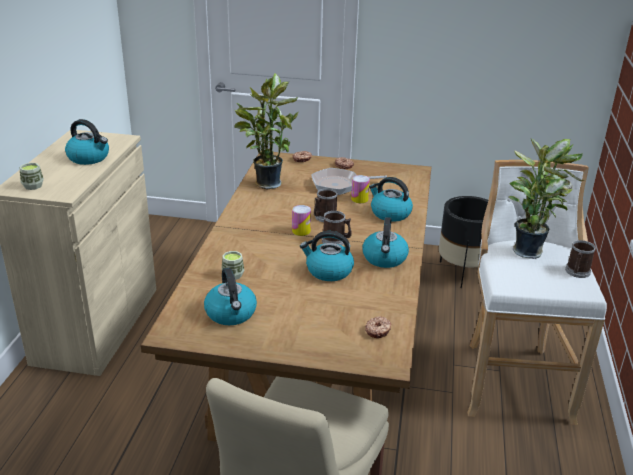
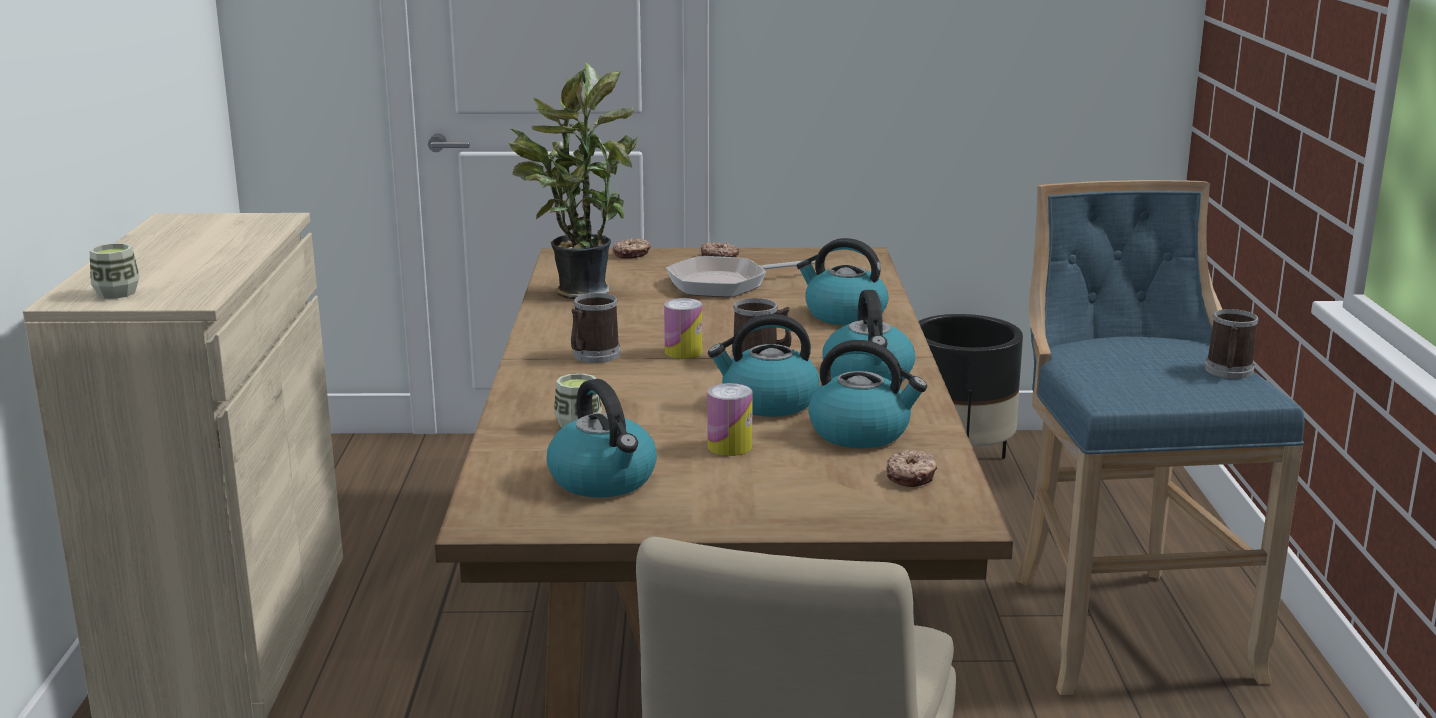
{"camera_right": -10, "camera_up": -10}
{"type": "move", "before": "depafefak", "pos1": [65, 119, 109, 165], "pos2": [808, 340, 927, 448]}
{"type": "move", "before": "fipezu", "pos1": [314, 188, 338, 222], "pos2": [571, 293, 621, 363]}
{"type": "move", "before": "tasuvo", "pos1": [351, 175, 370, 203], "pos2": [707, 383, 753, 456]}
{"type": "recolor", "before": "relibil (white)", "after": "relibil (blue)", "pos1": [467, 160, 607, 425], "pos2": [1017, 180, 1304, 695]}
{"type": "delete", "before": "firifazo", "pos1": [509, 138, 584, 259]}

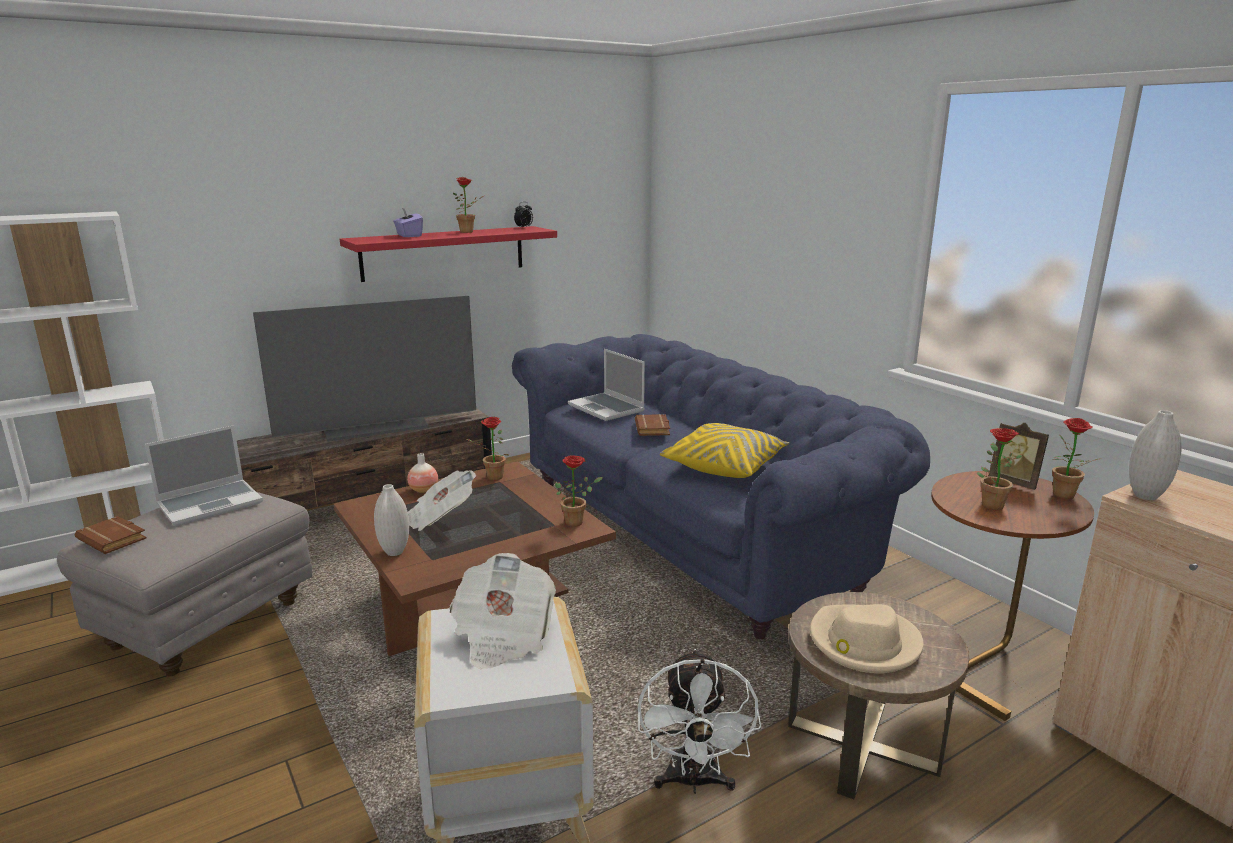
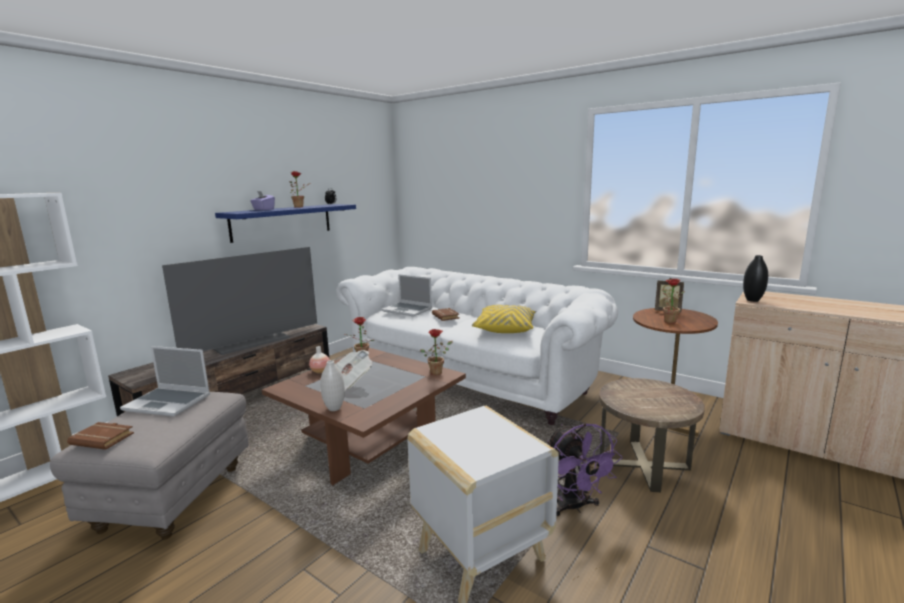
{"camera_right": -20, "camera_up": -5}
{"type": "rotate", "before": "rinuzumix", "pos1": [145, 425, 263, 526], "pos2": [120, 346, 210, 417], "turn": 75}
{"type": "recolor", "before": "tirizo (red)", "after": "tirizo (blue)", "pos1": [340, 226, 557, 282], "pos2": [215, 204, 356, 243]}
{"type": "delete", "before": "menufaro", "pos1": [450, 553, 556, 669]}
{"type": "recolor", "before": "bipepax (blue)", "after": "bipepax (white)", "pos1": [512, 334, 930, 639], "pos2": [336, 267, 618, 425]}
{"type": "recolor", "before": "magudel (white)", "after": "magudel (purple)", "pos1": [638, 649, 761, 794], "pos2": [547, 423, 623, 516]}
{"type": "delete", "before": "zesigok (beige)", "pos1": [810, 604, 924, 673]}
{"type": "delete", "before": "firifazo", "pos1": [1052, 418, 1098, 499]}
{"type": "recolor", "before": "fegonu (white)", "after": "fegonu (black)", "pos1": [1129, 410, 1182, 500], "pos2": [743, 255, 768, 302]}

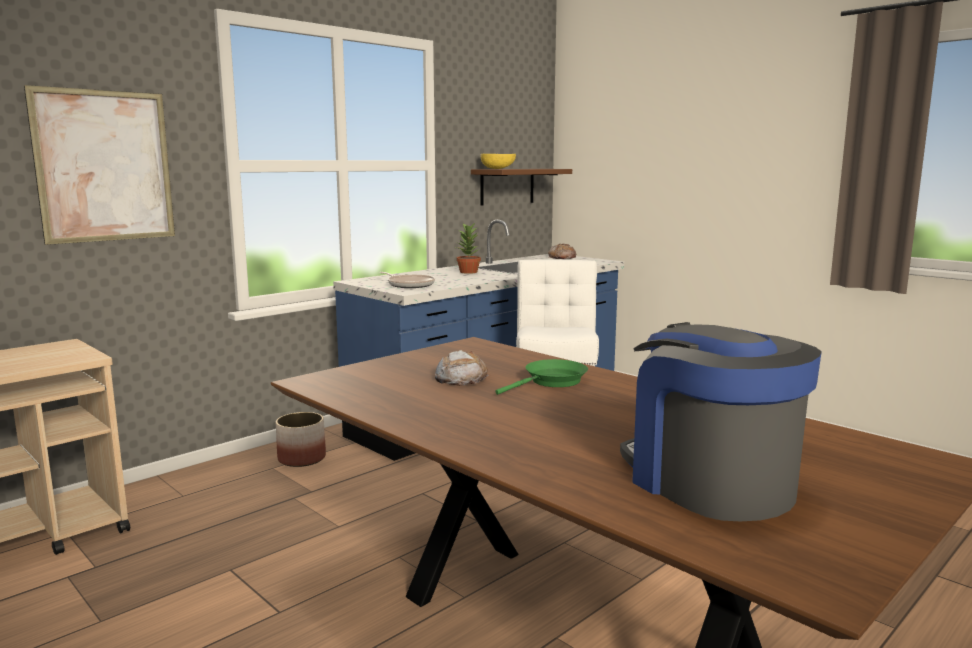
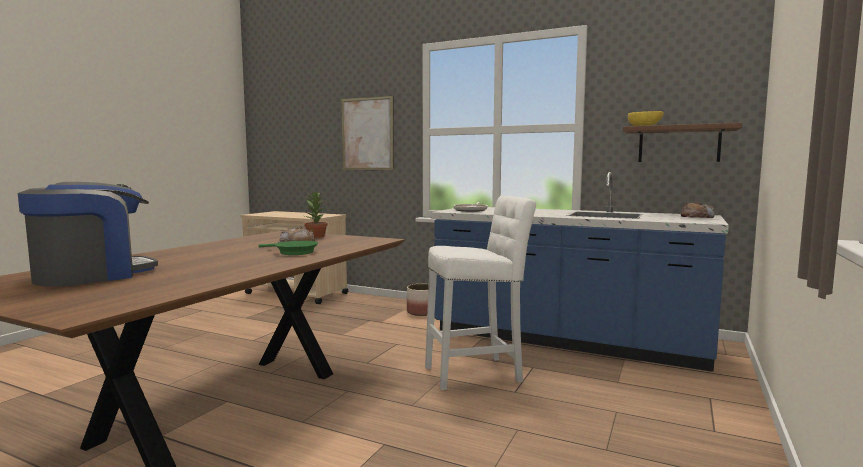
{"camera_right": 70, "camera_up": -5}
{"type": "move", "before": "firifazo", "pos1": [456, 222, 481, 274], "pos2": [304, 191, 327, 238]}

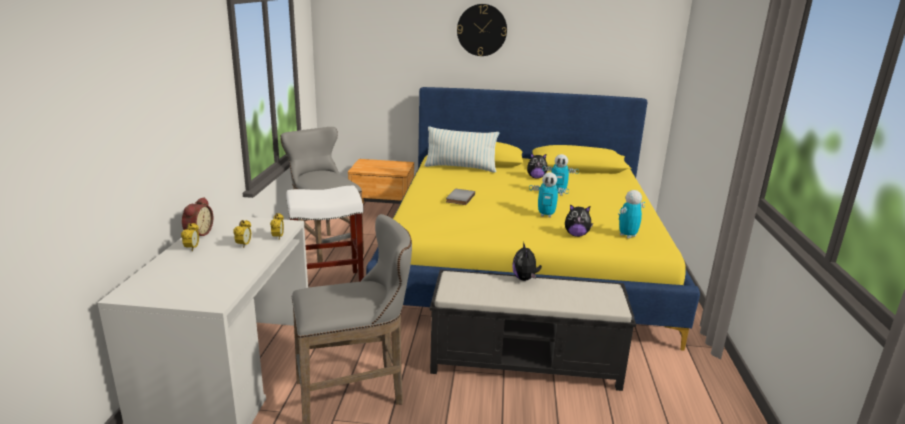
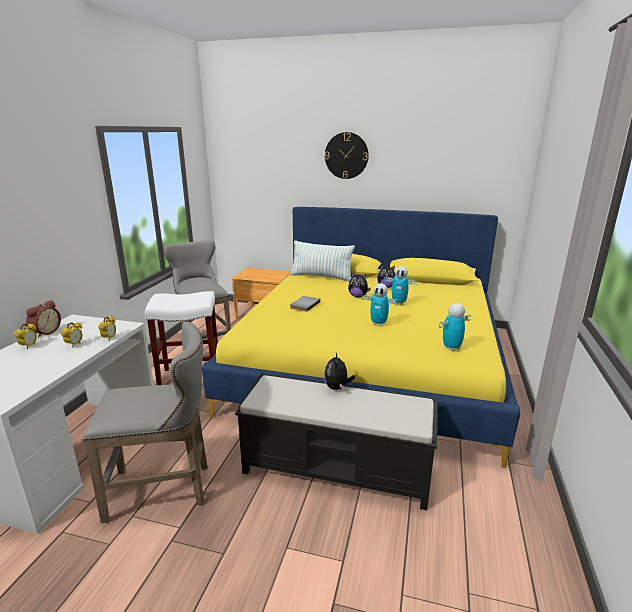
{"camera_right": 10, "camera_up": 0}
{"type": "move", "before": "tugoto", "pos1": [565, 204, 593, 237], "pos2": [348, 273, 371, 298]}

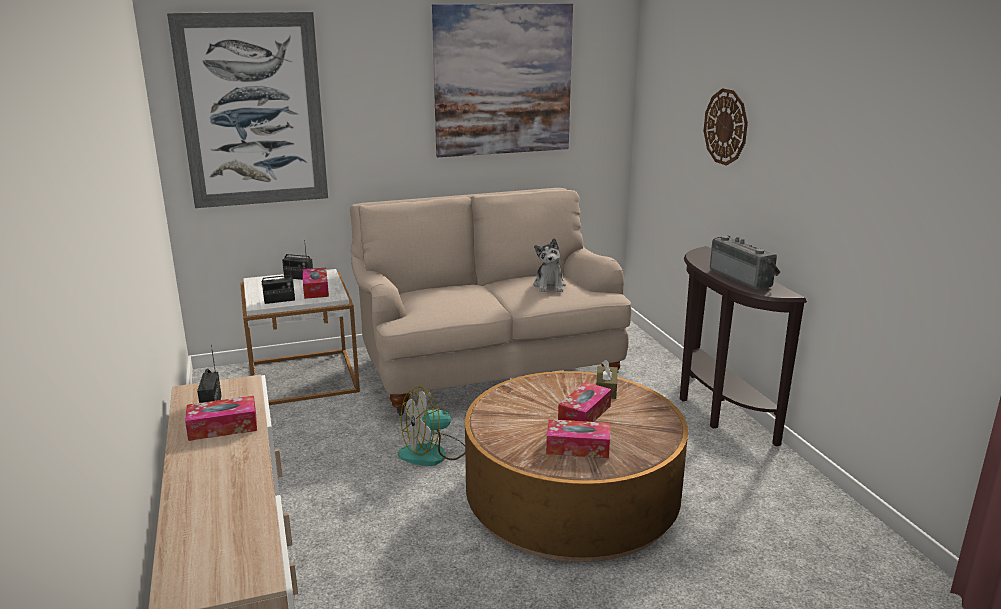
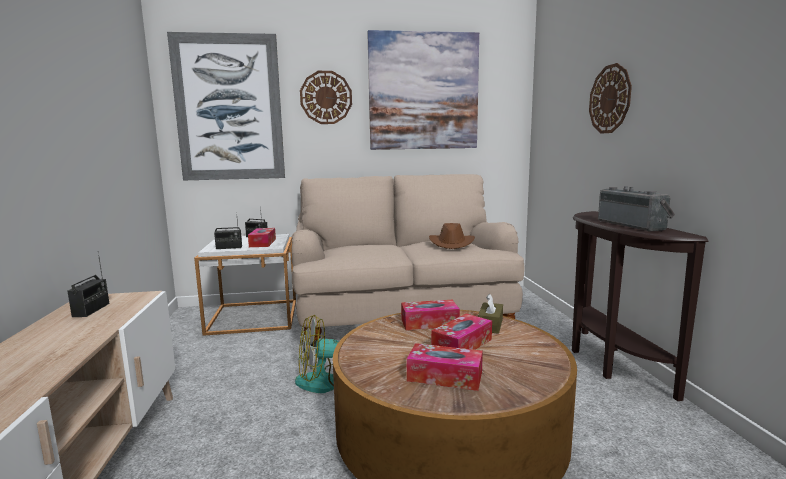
{"camera_right": 10, "camera_up": -10}
{"type": "move", "before": "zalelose", "pos1": [185, 396, 257, 441], "pos2": [401, 300, 460, 330]}
{"type": "replace", "before": "tugoto", "after": "zesigok (brown)", "pos1": [534, 238, 566, 292], "pos2": [429, 223, 475, 249]}
{"type": "insert", "after": "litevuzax", "pos2": [300, 71, 352, 124]}

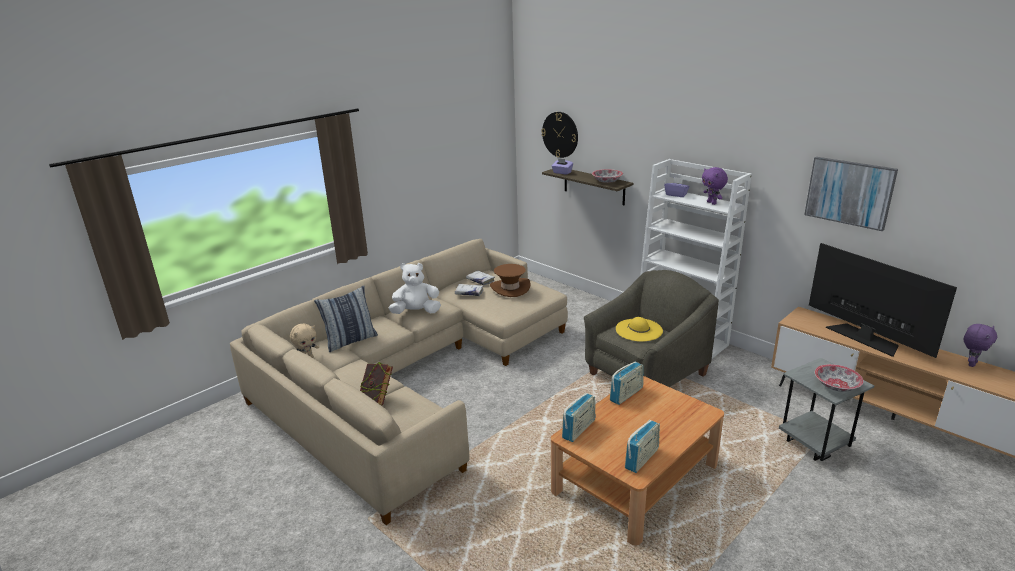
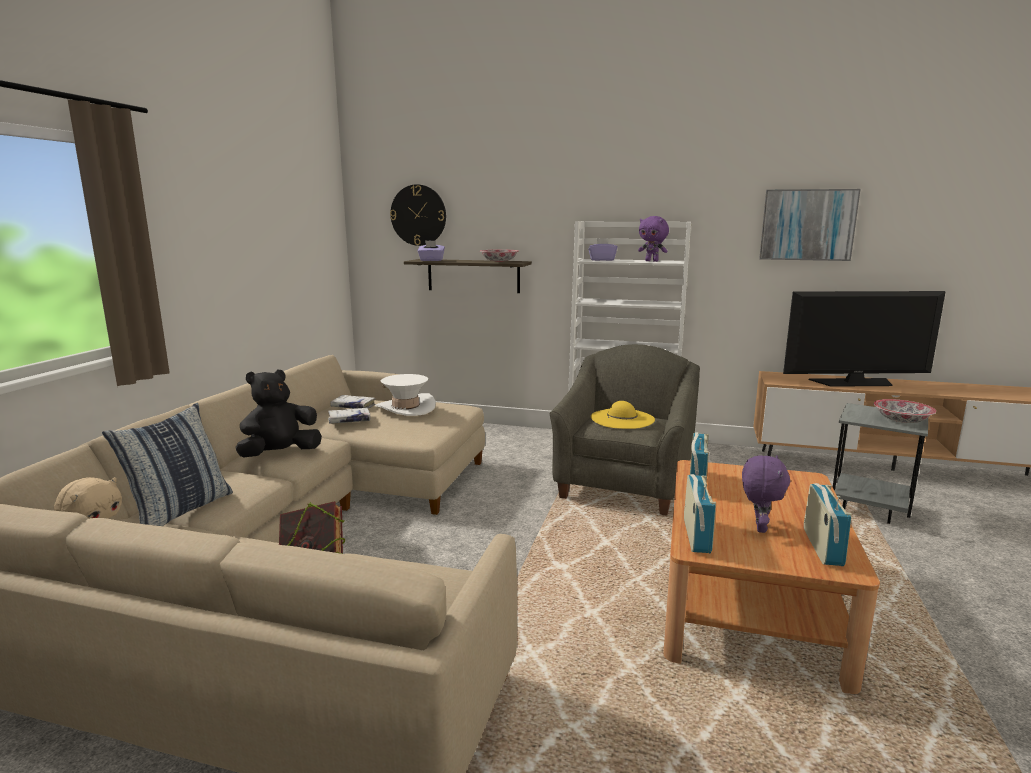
{"camera_right": -30, "camera_up": -10}
{"type": "recolor", "before": "tugoto (white)", "after": "tugoto (black)", "pos1": [388, 263, 441, 314], "pos2": [235, 369, 322, 457]}
{"type": "recolor", "before": "zesigok (brown)", "after": "zesigok (white)", "pos1": [490, 264, 531, 297], "pos2": [375, 374, 436, 416]}
{"type": "rotate", "before": "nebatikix", "pos1": [809, 243, 957, 358], "pos2": [783, 291, 946, 387], "turn": 150}
{"type": "move", "before": "tugoto (purple)", "pos1": [964, 324, 997, 367], "pos2": [742, 455, 790, 533]}

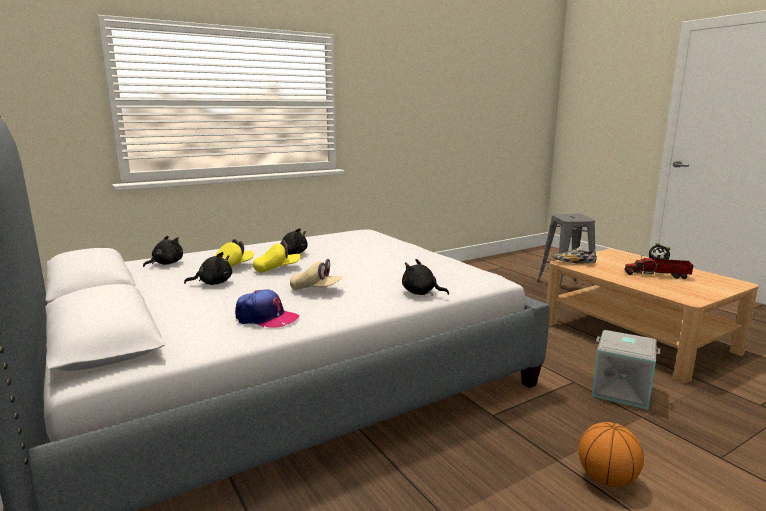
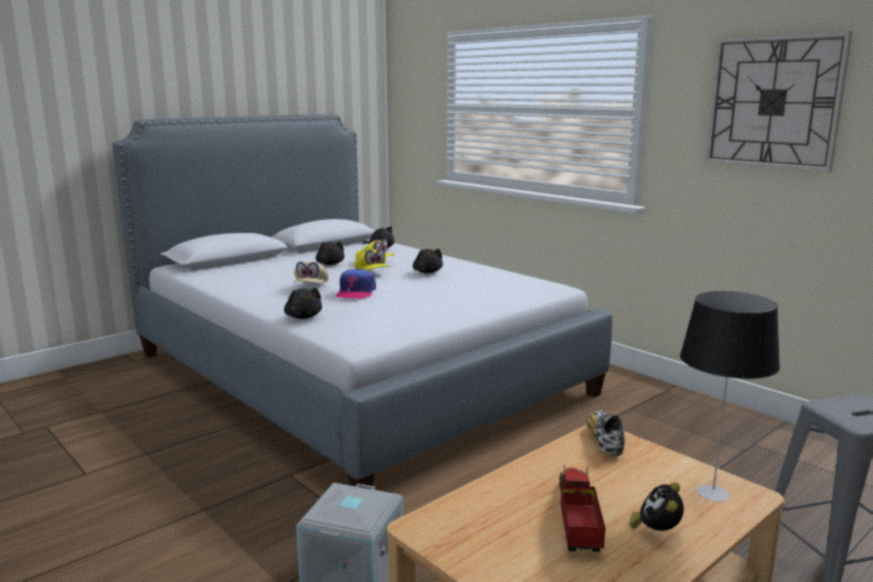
{"camera_right": 80, "camera_up": 0}
{"type": "move", "before": "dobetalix", "pos1": [235, 289, 299, 328], "pos2": [336, 268, 376, 298]}
{"type": "rotate", "before": "tugoto (black)", "pos1": [402, 259, 449, 296], "pos2": [284, 288, 322, 319], "turn": 135}
{"type": "delete", "before": "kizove", "pos1": [578, 422, 644, 487]}
{"type": "insert", "after": "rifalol", "pos2": [680, 291, 780, 502]}
{"type": "insert", "after": "litevuzax", "pos2": [705, 31, 852, 172]}

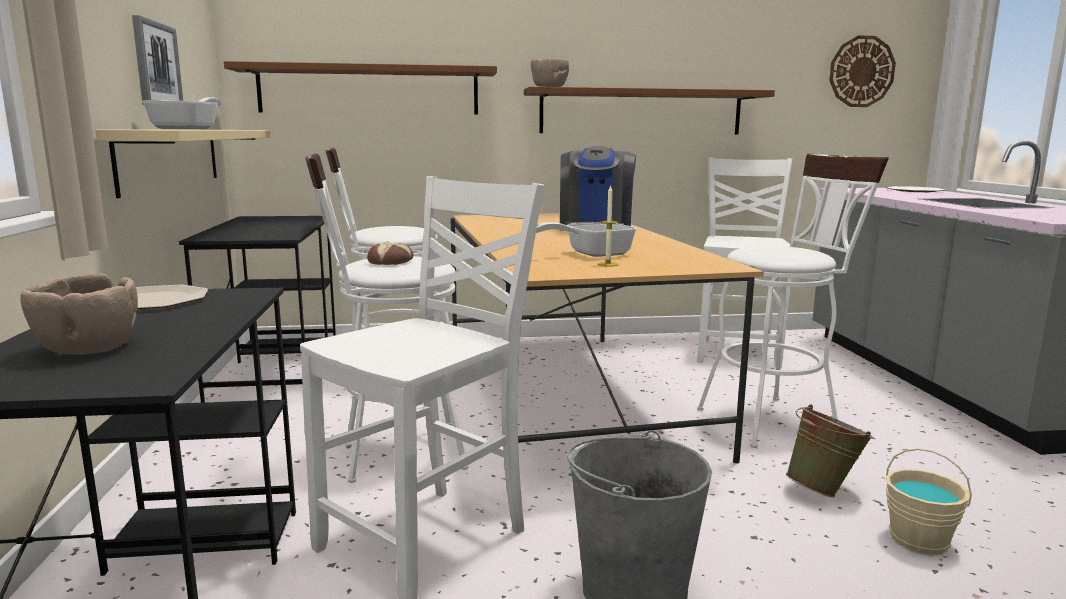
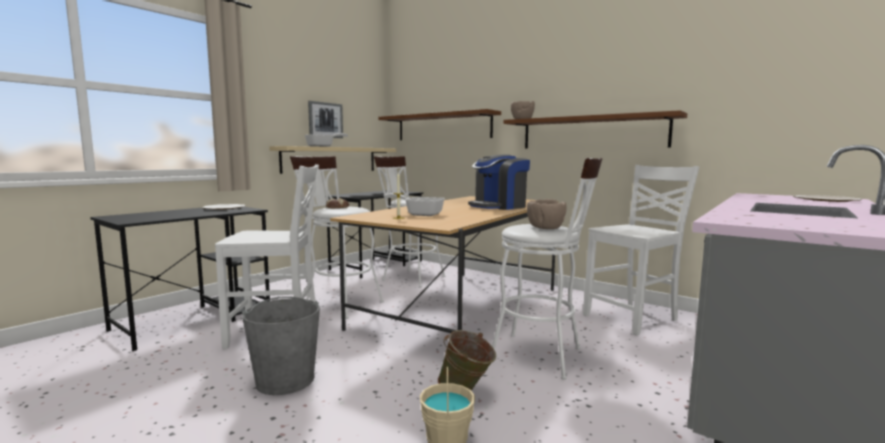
{"camera_right": 45, "camera_up": -5}
{"type": "move", "before": "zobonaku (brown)", "pos1": [20, 273, 138, 355], "pos2": [527, 199, 566, 229]}
{"type": "delete", "before": "litevuzax", "pos1": [829, 35, 896, 107]}

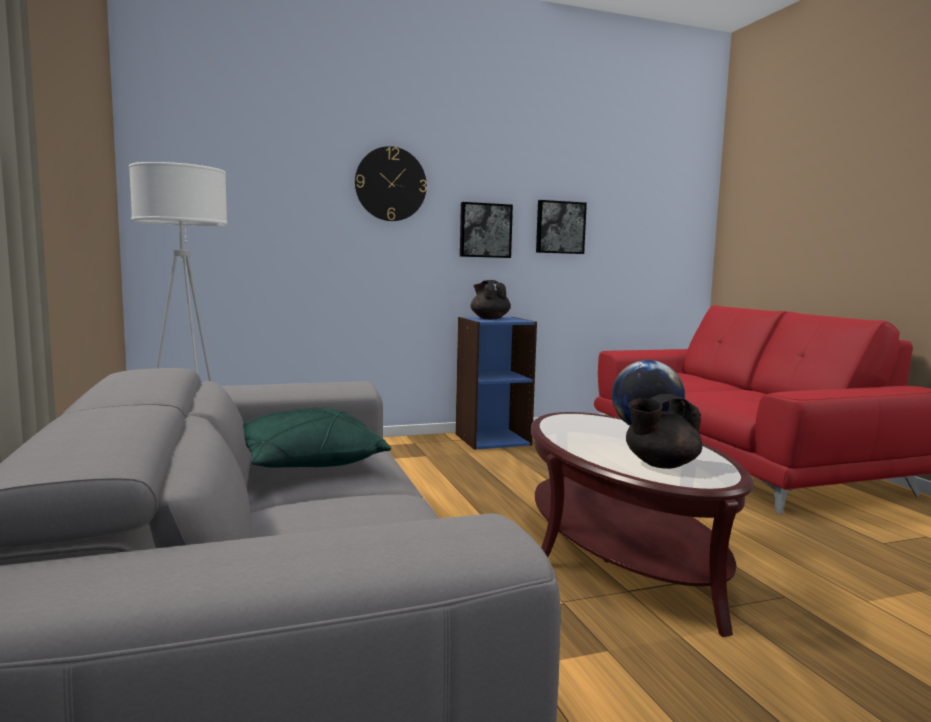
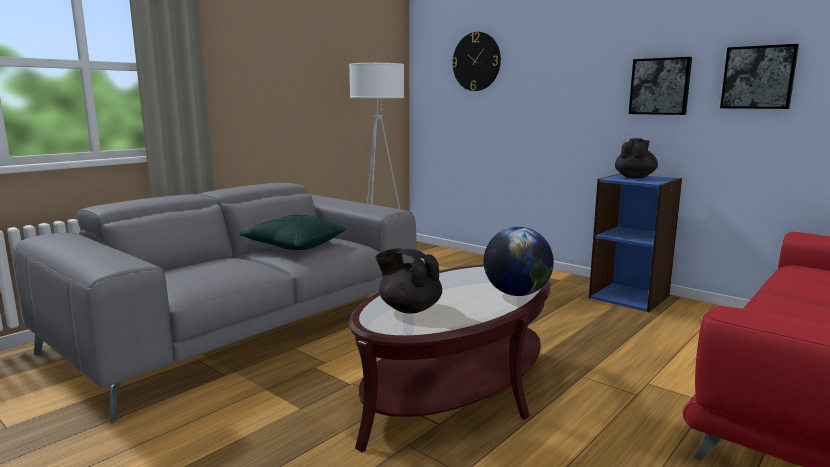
{"camera_right": 60, "camera_up": 5}
{"type": "move", "before": "litevuzax", "pos1": [355, 146, 427, 221], "pos2": [452, 32, 501, 91]}

